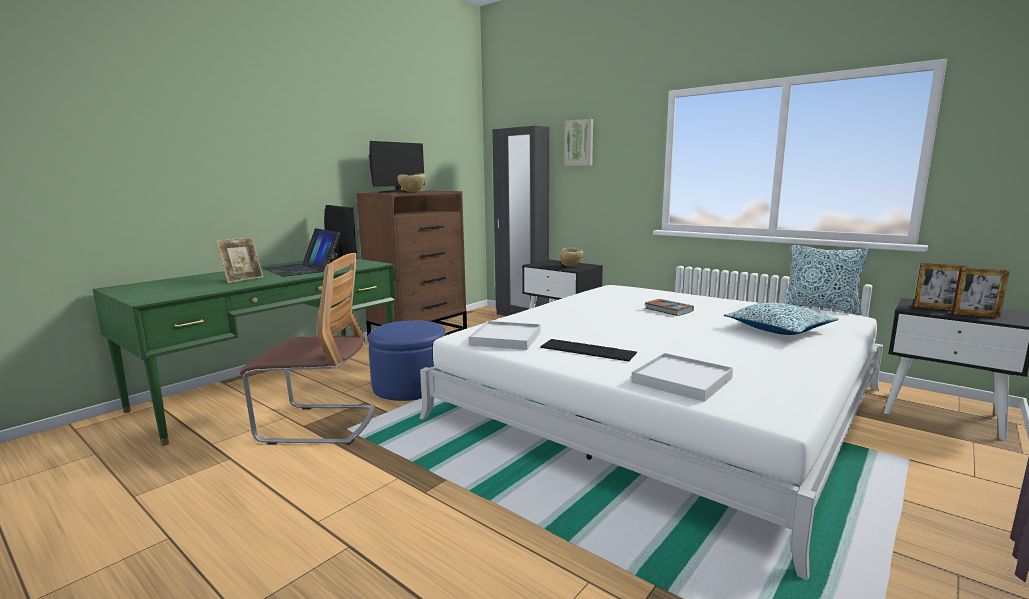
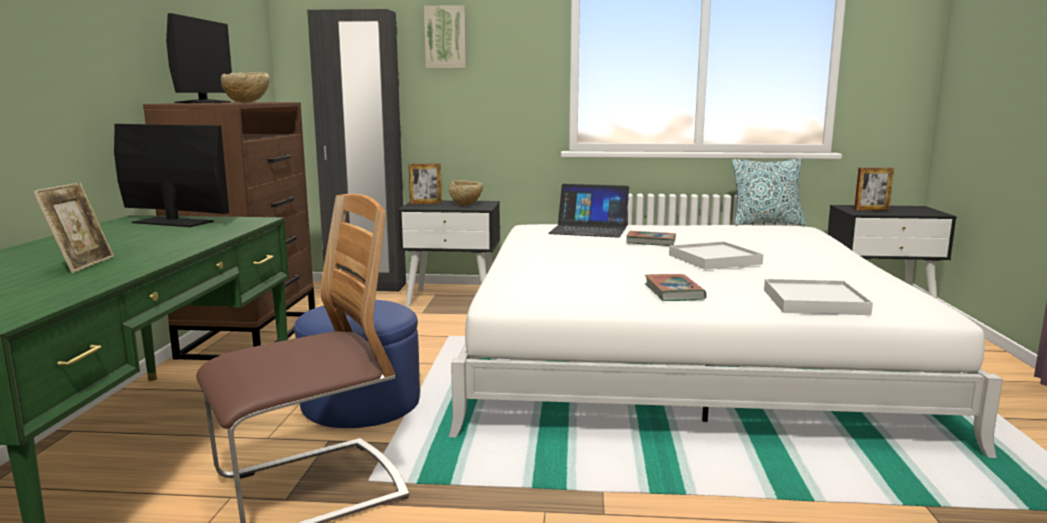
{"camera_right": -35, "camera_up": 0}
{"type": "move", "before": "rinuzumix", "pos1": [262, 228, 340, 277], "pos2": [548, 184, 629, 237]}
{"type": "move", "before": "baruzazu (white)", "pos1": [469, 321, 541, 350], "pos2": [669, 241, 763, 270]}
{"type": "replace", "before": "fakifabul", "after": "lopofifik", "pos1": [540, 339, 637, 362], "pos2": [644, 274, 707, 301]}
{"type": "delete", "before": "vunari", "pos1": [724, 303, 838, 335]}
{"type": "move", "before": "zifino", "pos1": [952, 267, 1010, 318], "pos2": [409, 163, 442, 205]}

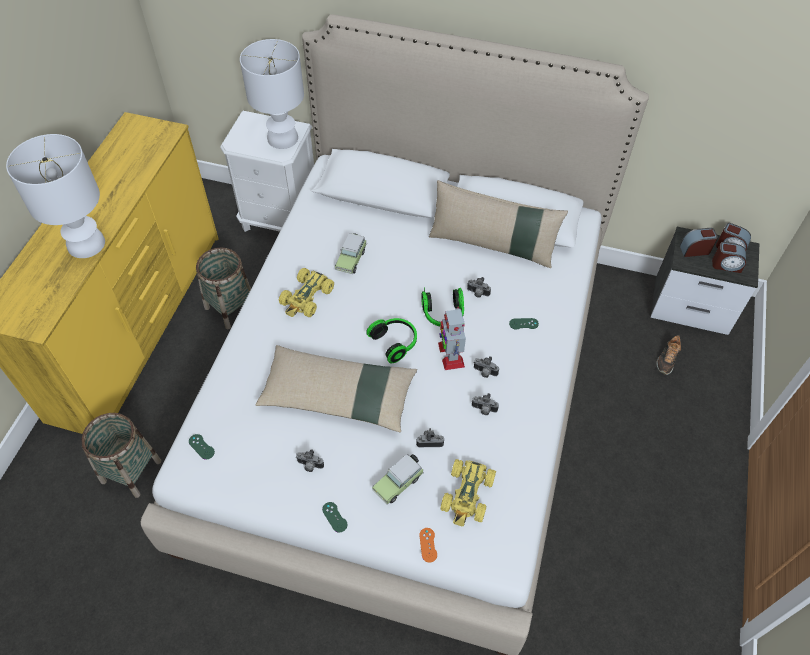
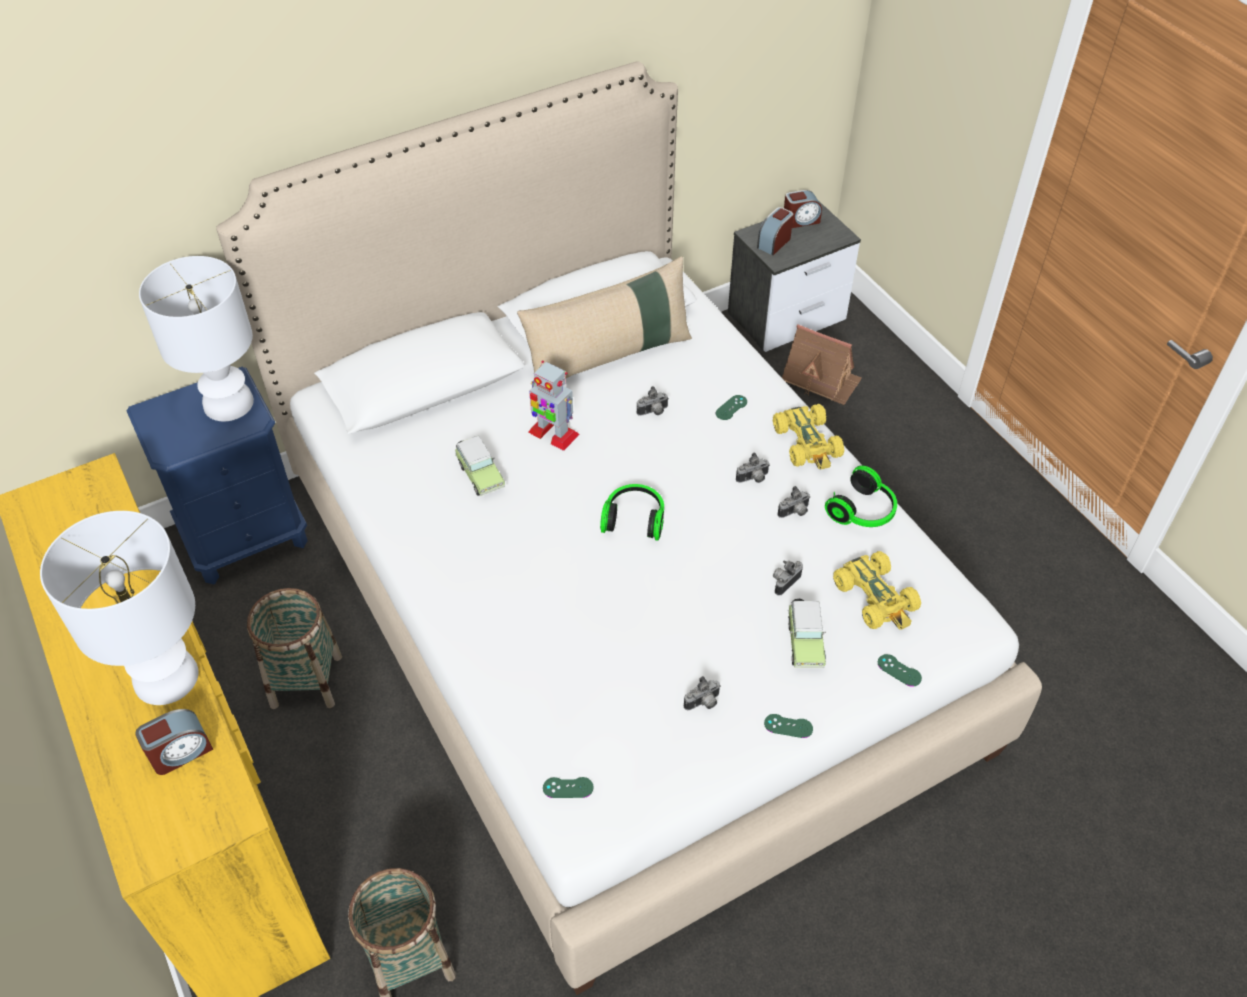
{"camera_right": -45, "camera_up": -5}
{"type": "recolor", "before": "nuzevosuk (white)", "after": "nuzevosuk (blue)", "pos1": [220, 111, 314, 232], "pos2": [127, 366, 308, 585]}
{"type": "delete", "before": "vunari (beige)", "pos1": [255, 345, 417, 432]}
{"type": "move", "before": "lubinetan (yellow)", "pos1": [279, 268, 334, 317], "pos2": [773, 404, 845, 470]}
{"type": "recolor", "before": "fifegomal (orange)", "after": "fifegomal (green)", "pos1": [419, 528, 437, 563], "pos2": [878, 654, 922, 687]}
{"type": "move", "before": "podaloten", "pos1": [421, 288, 464, 326], "pos2": [825, 465, 897, 527]}
{"type": "move", "before": "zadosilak", "pos1": [438, 307, 466, 370], "pos2": [528, 360, 580, 451]}
{"type": "replace", "before": "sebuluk", "after": "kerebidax", "pos1": [656, 335, 681, 375], "pos2": [782, 324, 862, 405]}
{"type": "move", "before": "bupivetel", "pos1": [712, 242, 746, 273], "pos2": [135, 709, 213, 775]}

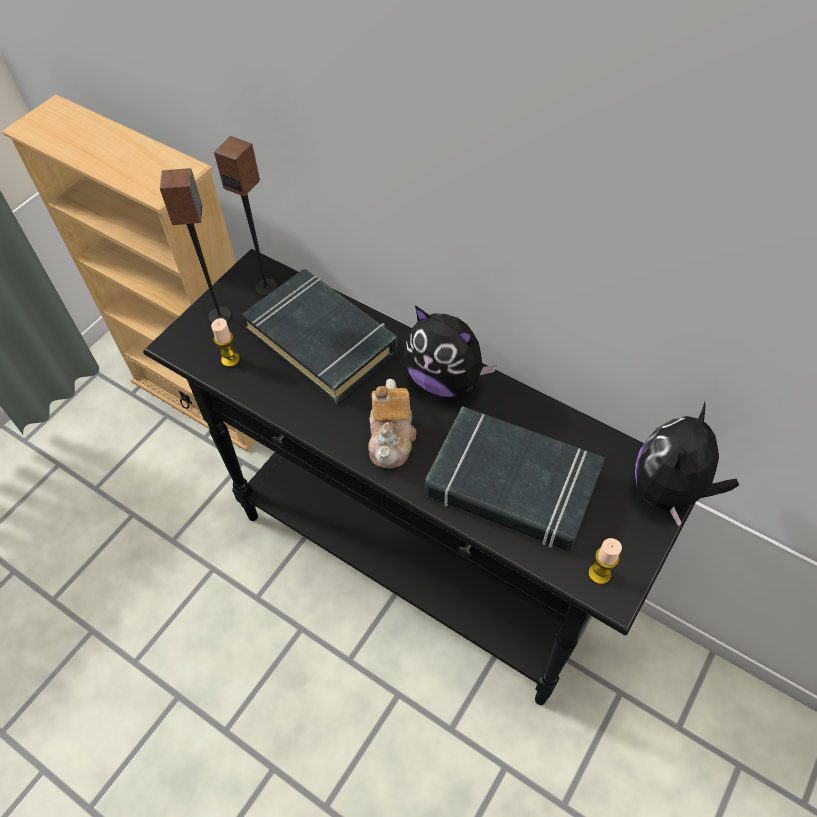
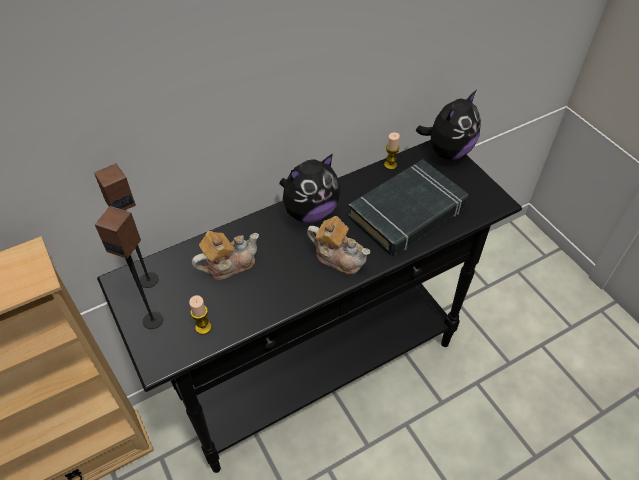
{"camera_right": -65, "camera_up": -5}
{"type": "replace", "before": "lopofifik (black)", "after": "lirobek", "pos1": [241, 269, 398, 404], "pos2": [192, 231, 259, 280]}
{"type": "move", "before": "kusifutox", "pos1": [588, 538, 622, 584], "pos2": [384, 132, 400, 170]}
{"type": "rotate", "before": "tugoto", "pos1": [635, 401, 739, 526], "pos2": [416, 90, 481, 160], "turn": -105}

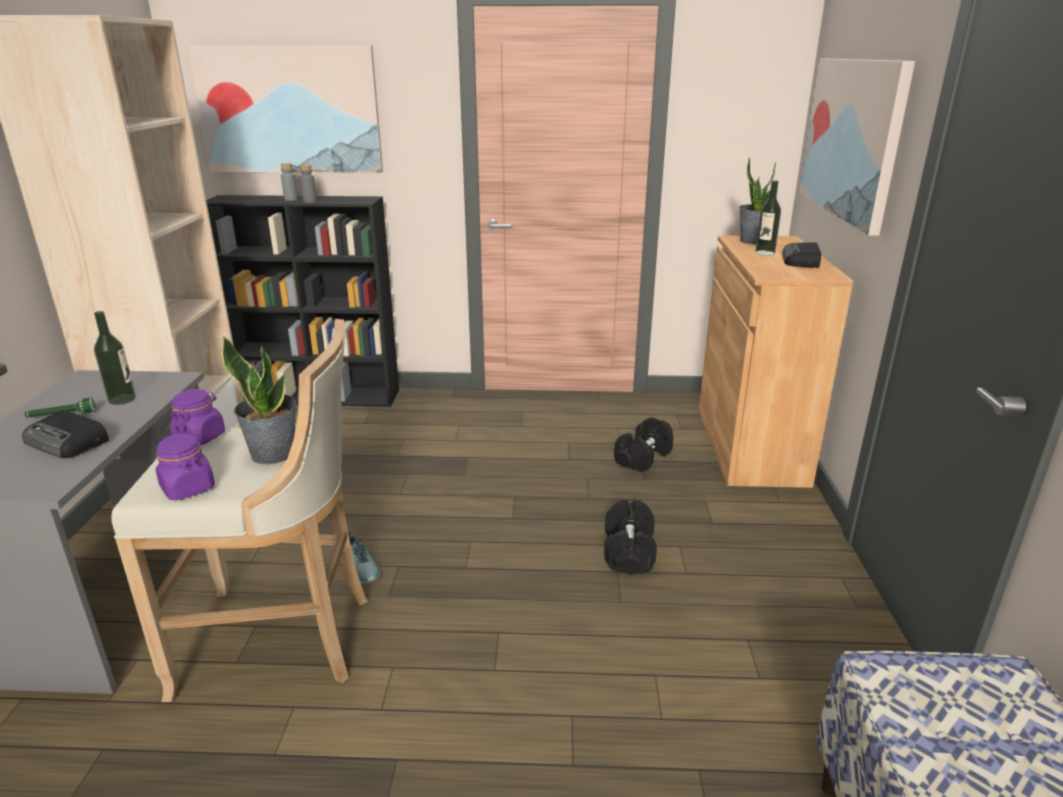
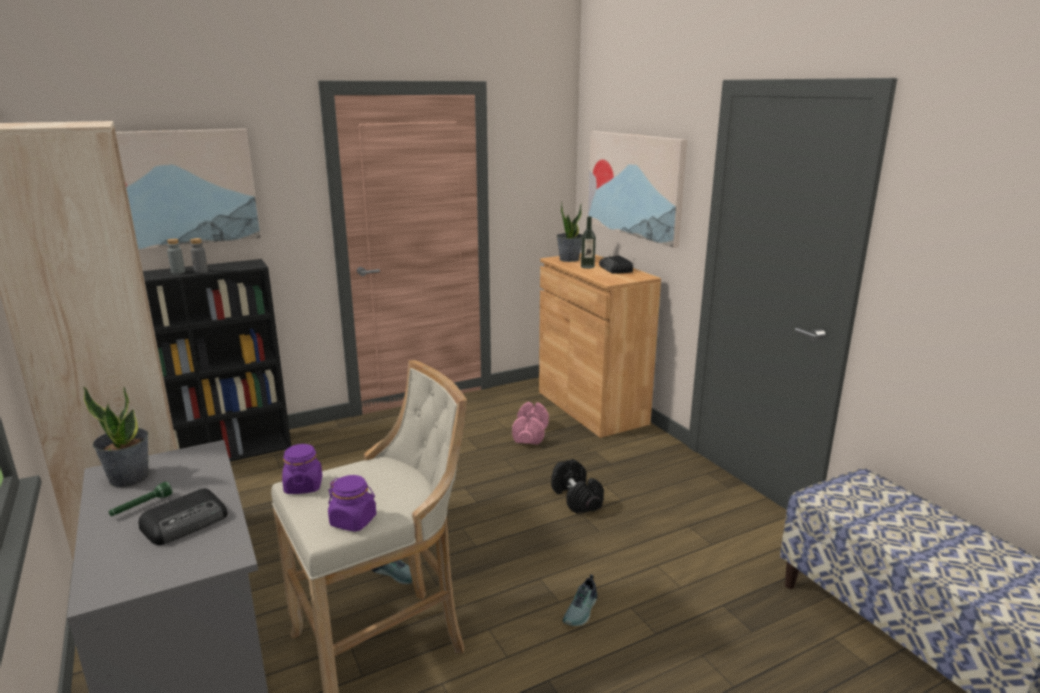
{"camera_right": -30, "camera_up": -5}
{"type": "rotate", "before": "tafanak", "pos1": [22, 410, 109, 458], "pos2": [138, 488, 228, 545], "turn": -45}
{"type": "delete", "before": "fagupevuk", "pos1": [94, 311, 136, 405]}
{"type": "move", "before": "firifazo", "pos1": [221, 336, 297, 464], "pos2": [83, 386, 149, 487]}
{"type": "recolor", "before": "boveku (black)", "after": "boveku (pink)", "pos1": [614, 417, 673, 472], "pos2": [512, 402, 549, 445]}
{"type": "insert", "after": "sebuluk", "pos2": [563, 574, 597, 626]}

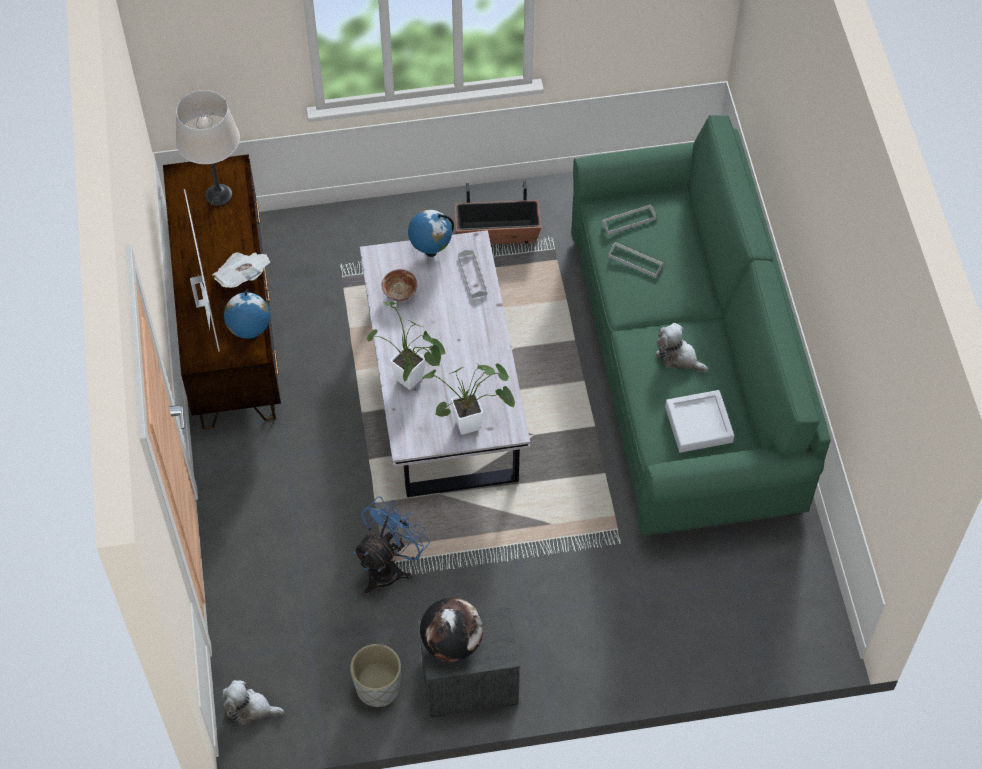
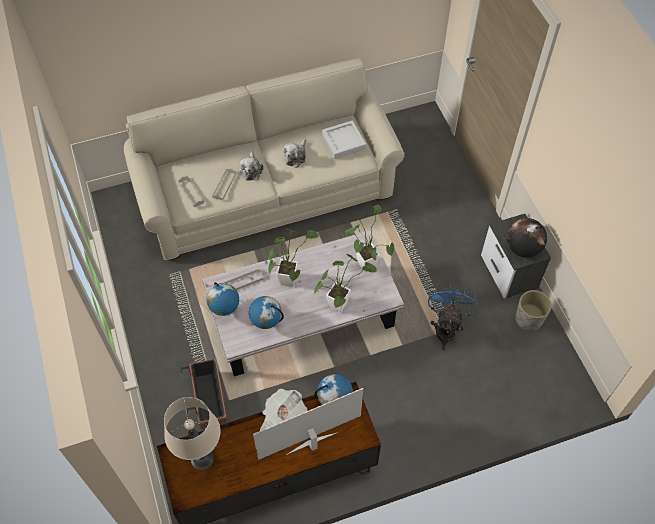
{"camera_right": -100, "camera_up": 0}
{"type": "move", "before": "tugoto", "pos1": [221, 680, 284, 725], "pos2": [240, 150, 264, 181]}
{"type": "rotate", "before": "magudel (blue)", "pos1": [353, 496, 430, 596], "pos2": [428, 283, 477, 350], "turn": 75}
{"type": "replace", "before": "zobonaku", "after": "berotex", "pos1": [381, 269, 417, 301], "pos2": [249, 296, 284, 329]}
{"type": "move", "before": "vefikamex", "pos1": [454, 181, 541, 245], "pos2": [180, 358, 227, 429]}
{"type": "recolor", "before": "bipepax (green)", "after": "bipepax (beige)", "pos1": [571, 115, 831, 536], "pos2": [124, 58, 405, 261]}
{"type": "insert", "after": "firifazo", "pos2": [268, 228, 319, 287]}

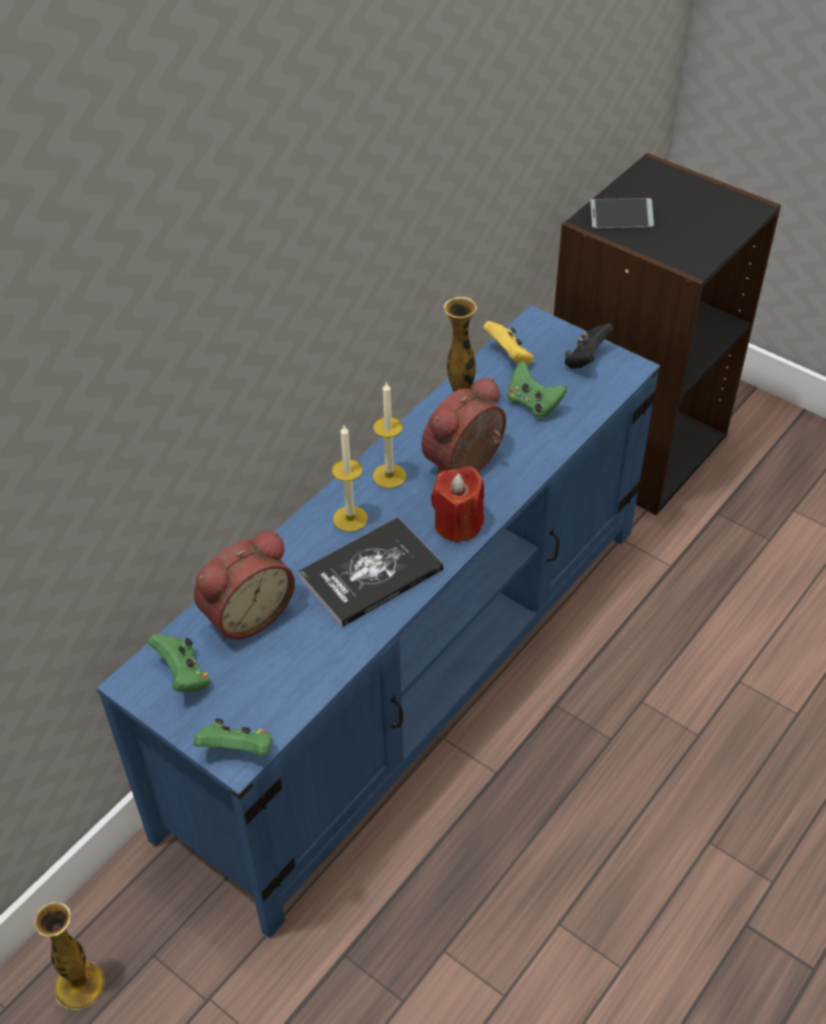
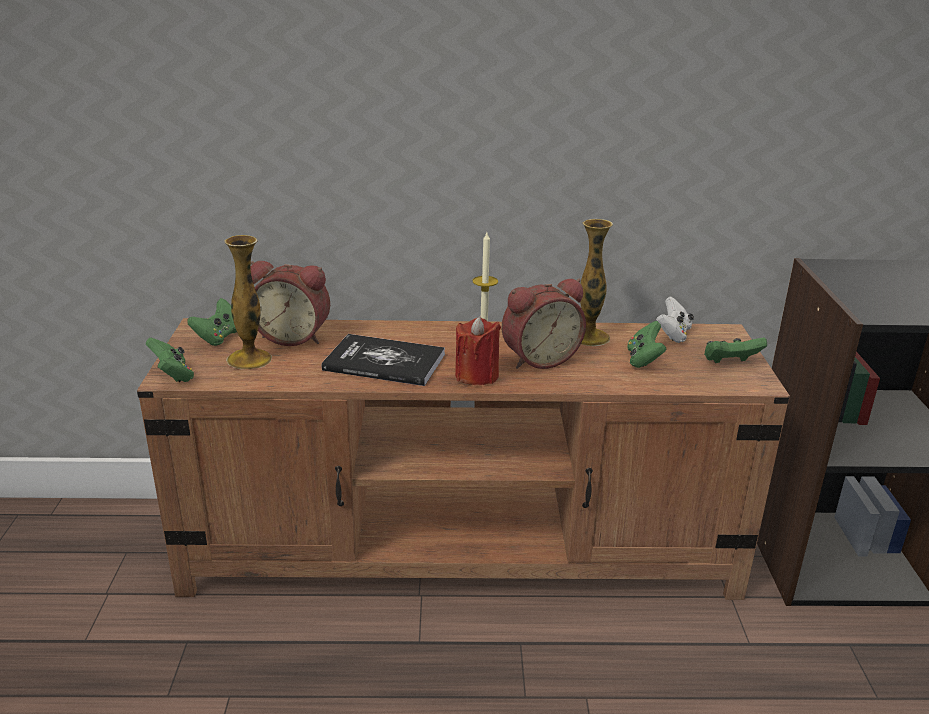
{"camera_right": 50, "camera_up": -20}
{"type": "move", "before": "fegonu", "pos1": [34, 902, 105, 1010], "pos2": [224, 235, 272, 369]}
{"type": "recolor", "before": "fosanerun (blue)", "after": "fosanerun (brown)", "pos1": [97, 305, 660, 938], "pos2": [137, 318, 790, 600]}
{"type": "delete", "before": "kusifutox", "pos1": [332, 426, 368, 532]}
{"type": "rotate", "before": "bupivetel", "pos1": [422, 377, 506, 478], "pos2": [502, 279, 586, 369], "turn": 150}
{"type": "recolor", "before": "fifegomal (yellow)", "after": "fifegomal (white)", "pos1": [483, 321, 534, 365], "pos2": [656, 296, 694, 343]}
{"type": "recolor", "before": "fifegomal (black)", "after": "fifegomal (green)", "pos1": [564, 323, 614, 369], "pos2": [704, 337, 767, 363]}
{"type": "delete", "before": "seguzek", "pos1": [590, 198, 654, 228]}

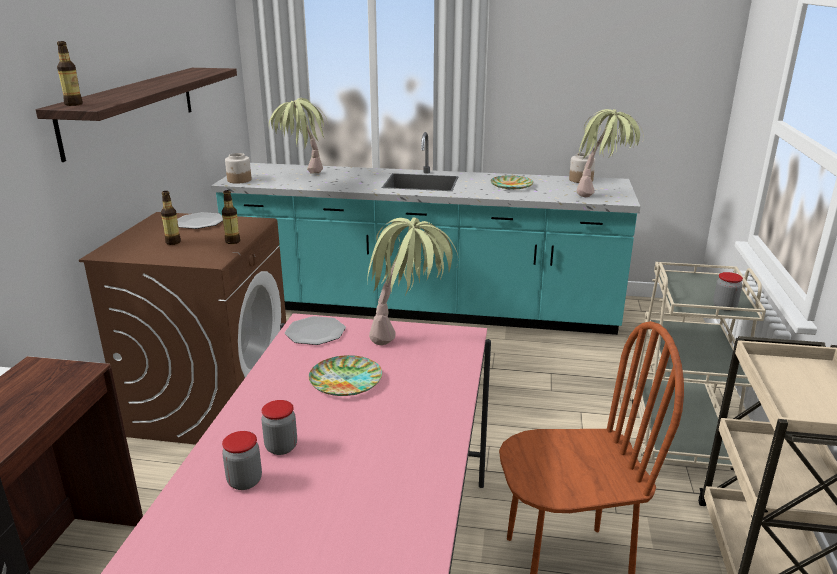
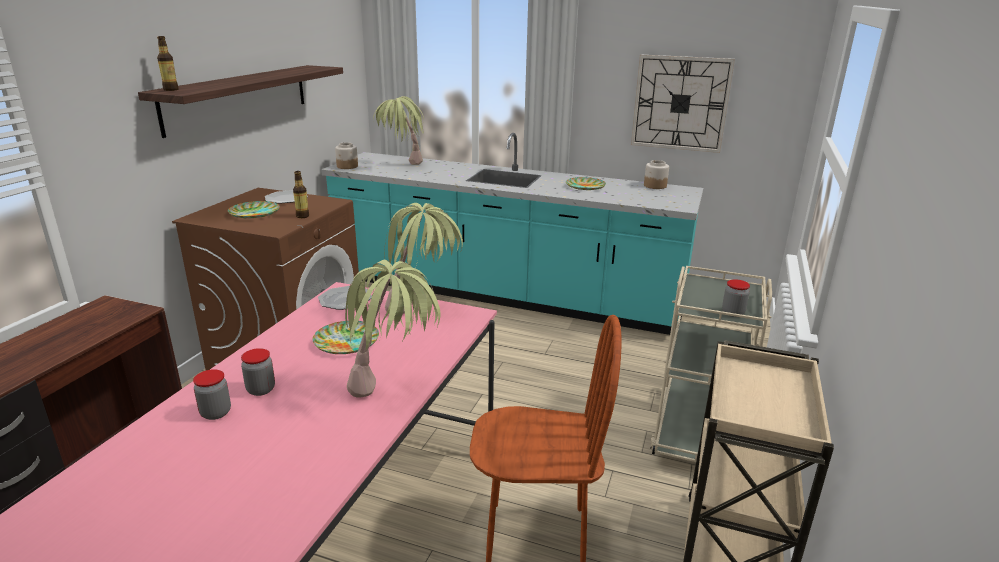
{"camera_right": 10, "camera_up": 0}
{"type": "replace", "before": "fagupevuk", "after": "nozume", "pos1": [161, 191, 181, 245], "pos2": [228, 201, 280, 218]}
{"type": "move", "before": "firifazo", "pos1": [577, 109, 644, 197], "pos2": [345, 259, 440, 398]}
{"type": "insert", "after": "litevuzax", "pos2": [631, 54, 735, 153]}

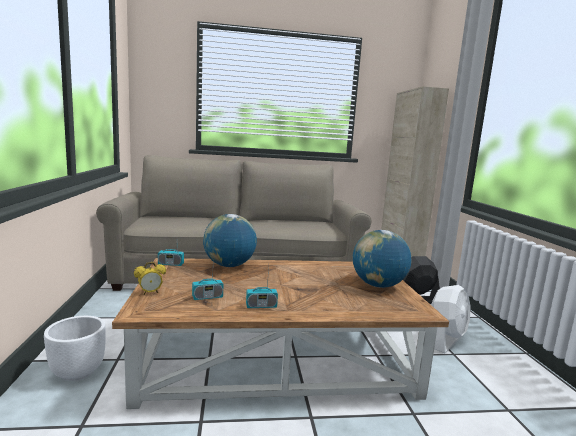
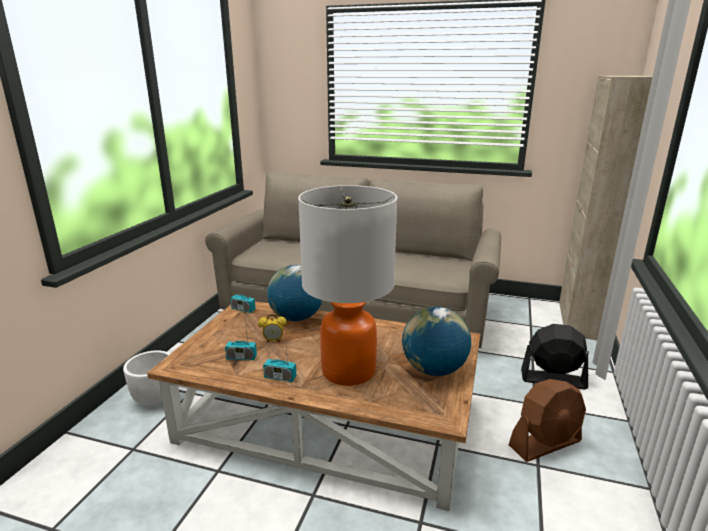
{"camera_right": 25, "camera_up": 10}
{"type": "move", "before": "bupivetel", "pos1": [134, 262, 166, 295], "pos2": [258, 314, 287, 343]}
{"type": "recolor", "before": "magudel (white)", "after": "magudel (brown)", "pos1": [431, 285, 470, 353], "pos2": [509, 379, 586, 462]}
{"type": "insert", "after": "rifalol", "pos2": [298, 185, 397, 386]}

